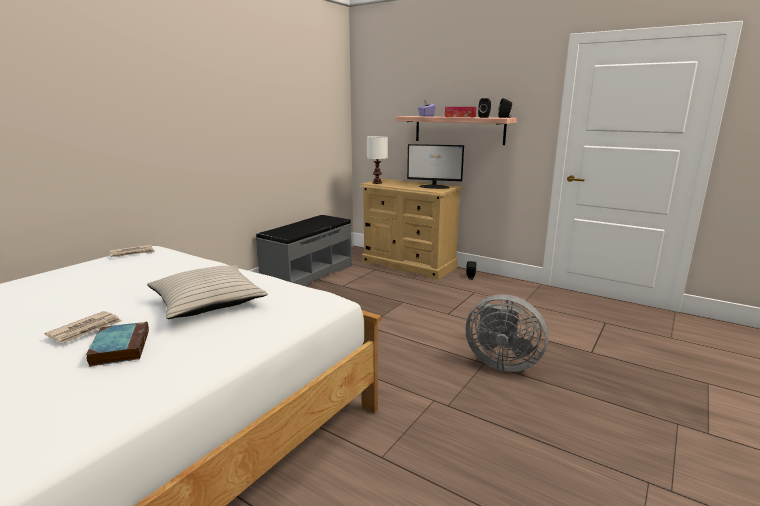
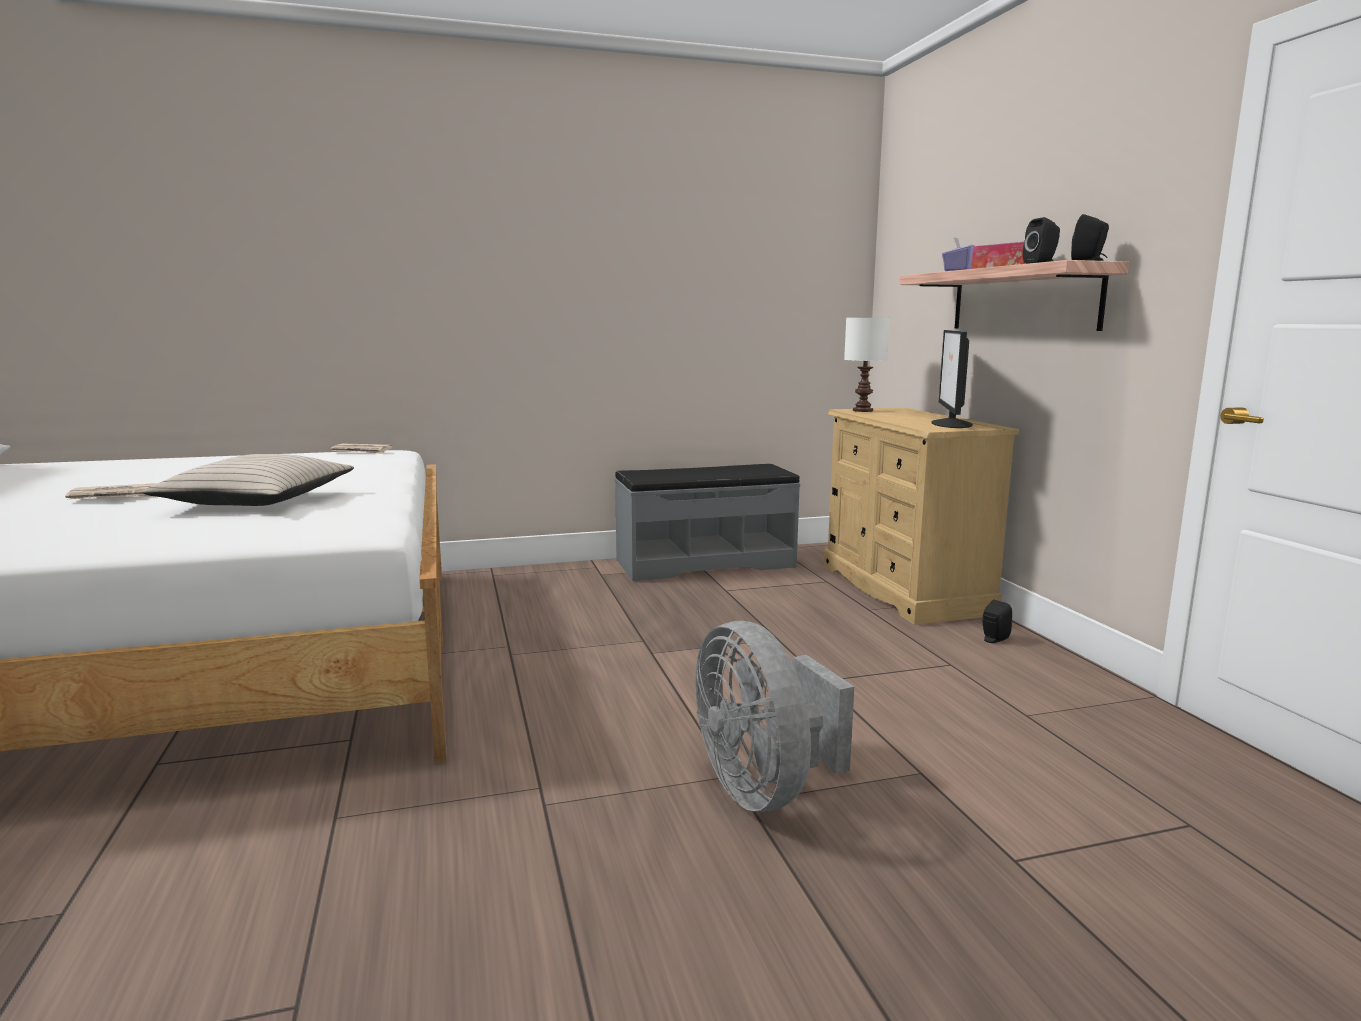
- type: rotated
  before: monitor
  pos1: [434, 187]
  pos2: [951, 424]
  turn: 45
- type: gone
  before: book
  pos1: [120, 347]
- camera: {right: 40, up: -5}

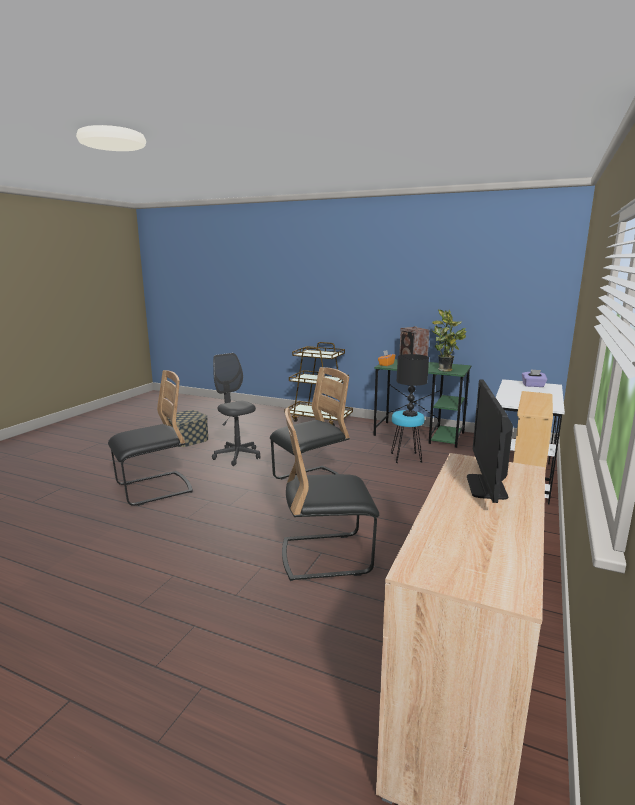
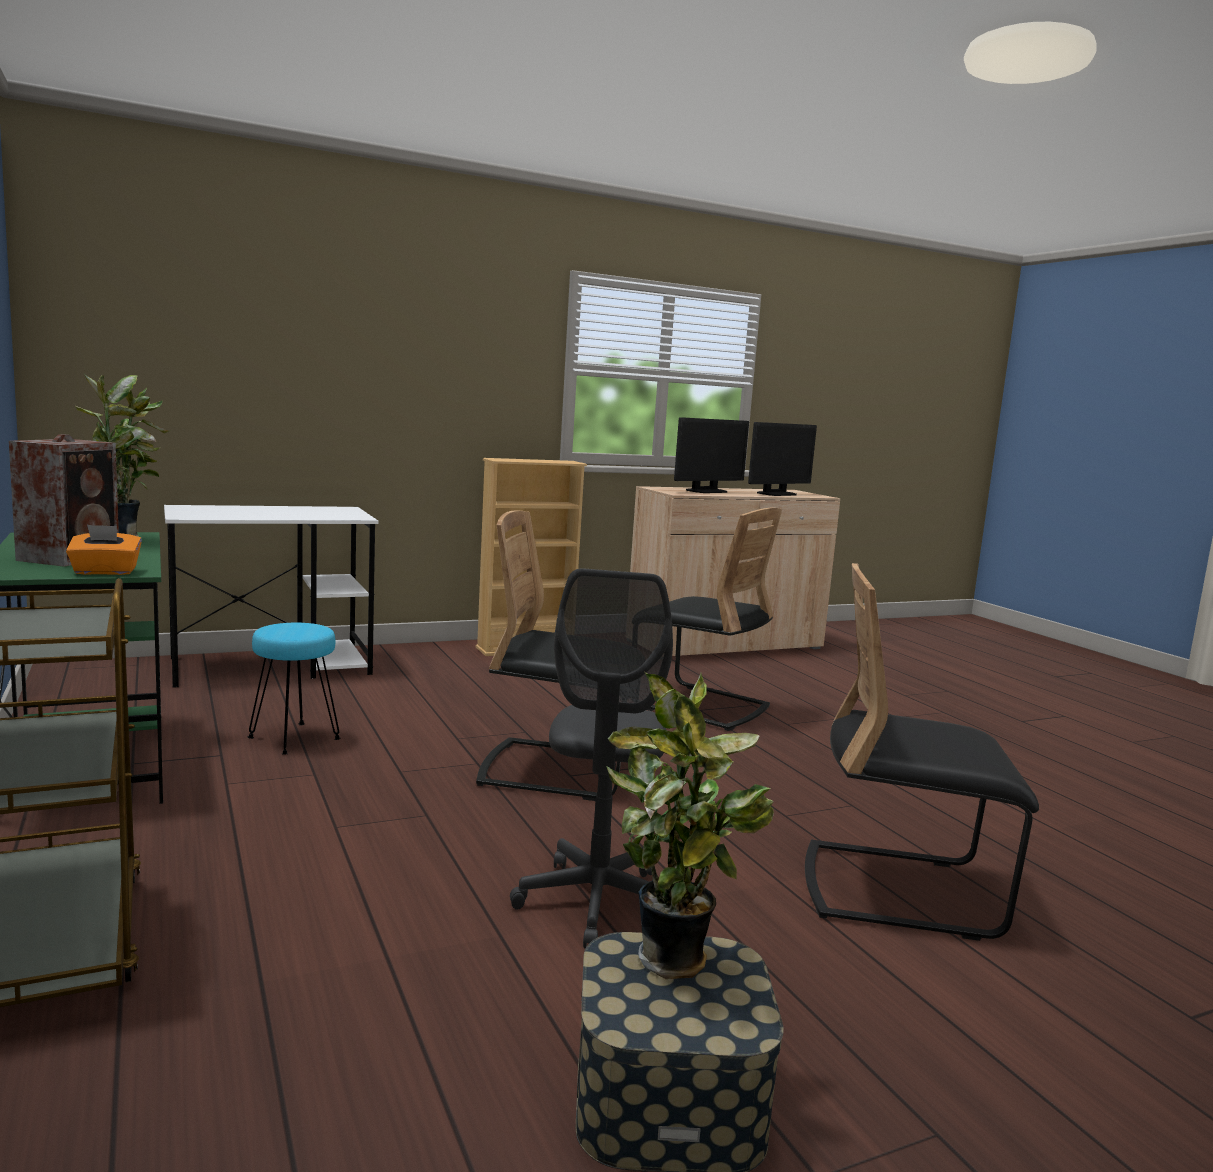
- type: new
  after: potted_plant
  pos2: [676, 965]
- type: new
  after: monitor
  pos2: [776, 494]
- type: gone
  before: black_table_lamp
  pos1: [410, 414]
- type: gone
  before: purple_tissue_box
  pos1: [533, 385]
- camera: {right: -140, up: -5}

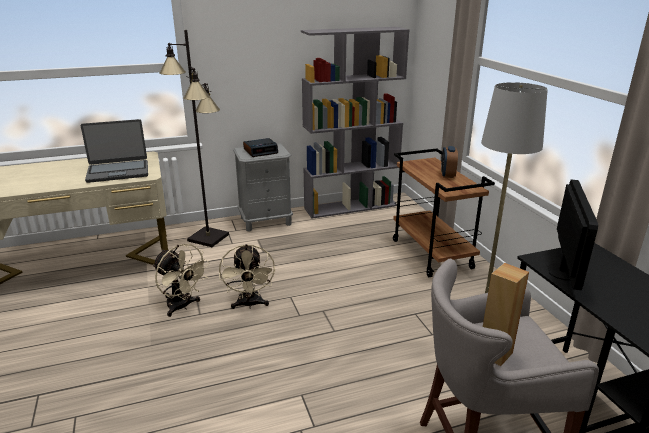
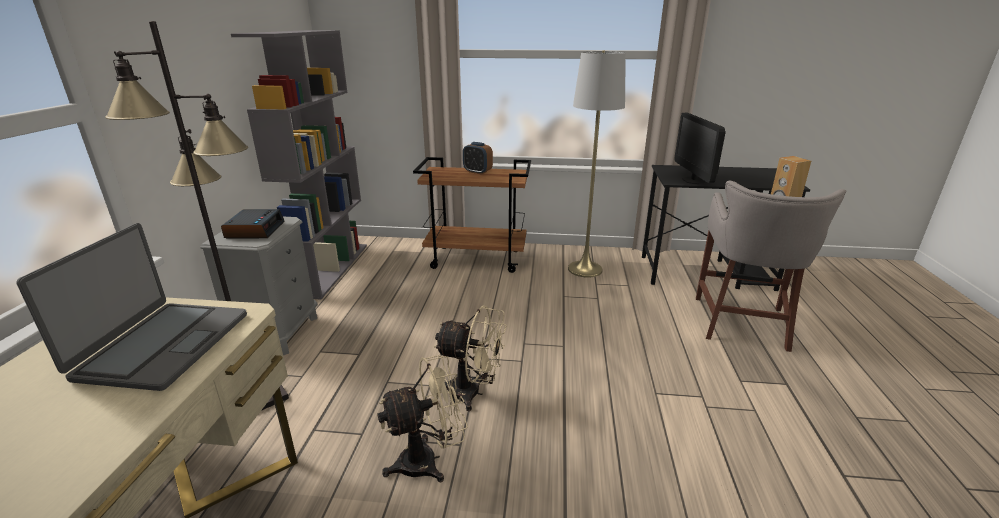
- type: rotated
  before: monitor
  pos1: [562, 271]
  pos2: [693, 180]
  turn: -135
- camera: {right: -65, up: 0}

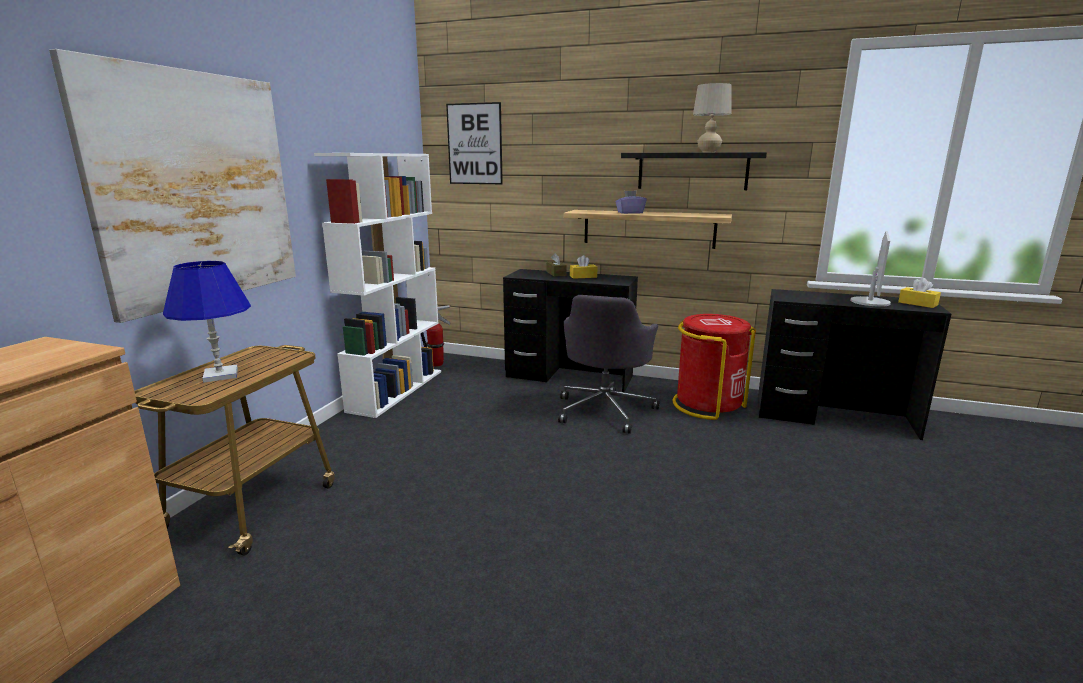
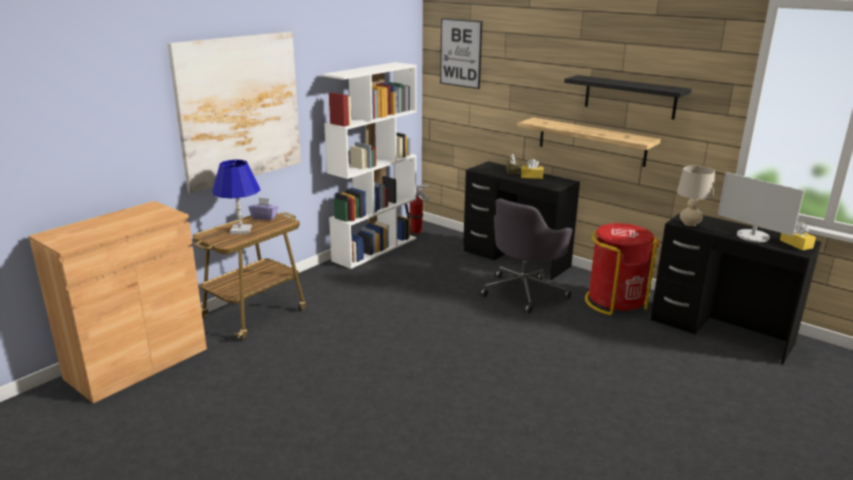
- type: shifted
  before: purple_tissue_box
  pos1: [630, 213]
  pos2: [264, 217]
- type: shifted
  before: beige_table_lamp
  pos1: [708, 152]
  pos2: [689, 224]
- type: rotated
  before: monitor
  pos1: [870, 302]
  pos2: [752, 236]
  turn: 90
- camera: {right: 20, up: 5}

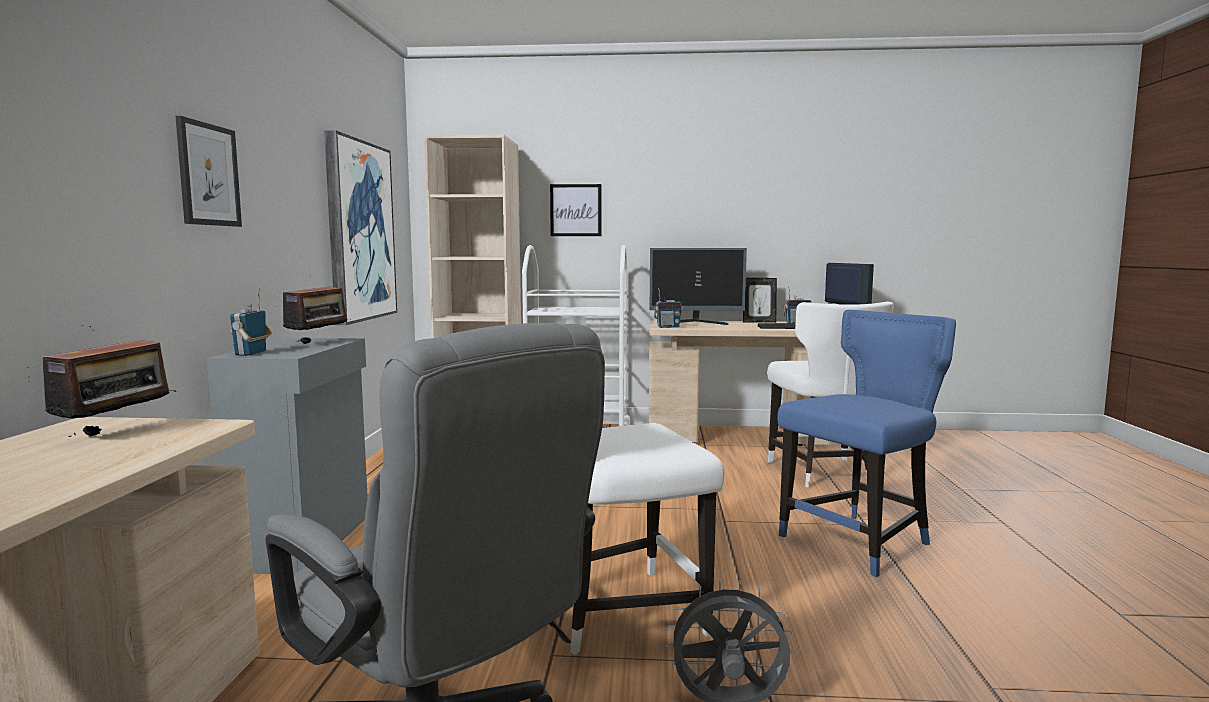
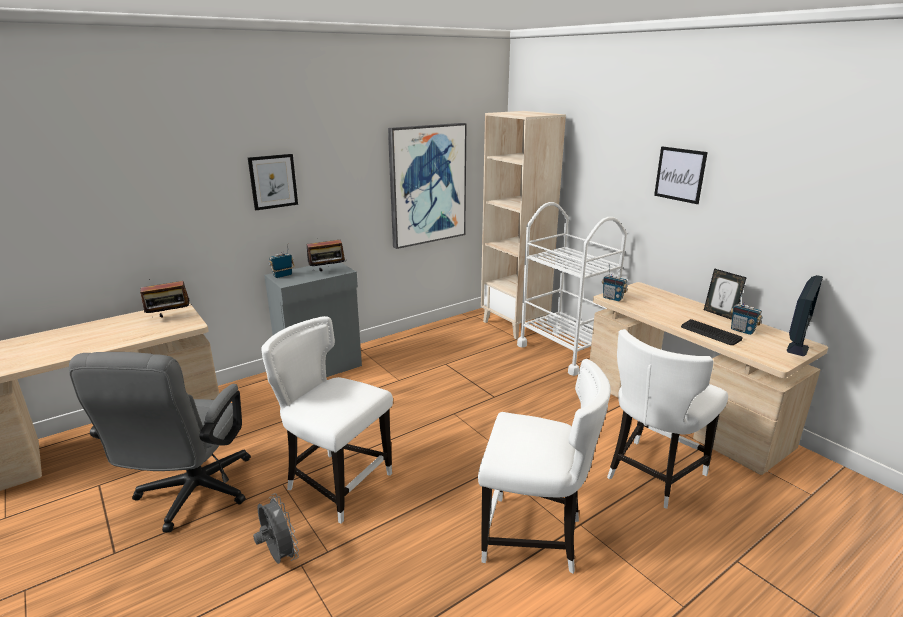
- type: repainted
  before: blue_chair
  after: white_chair
  pos1: [860, 542]
  pos2: [534, 537]
- type: shifted
  before: picture
  pos1: [575, 210]
  pos2: [680, 174]
- type: gone
  before: monitor
  pos1: [696, 323]
- camera: {right: 50, up: 15}

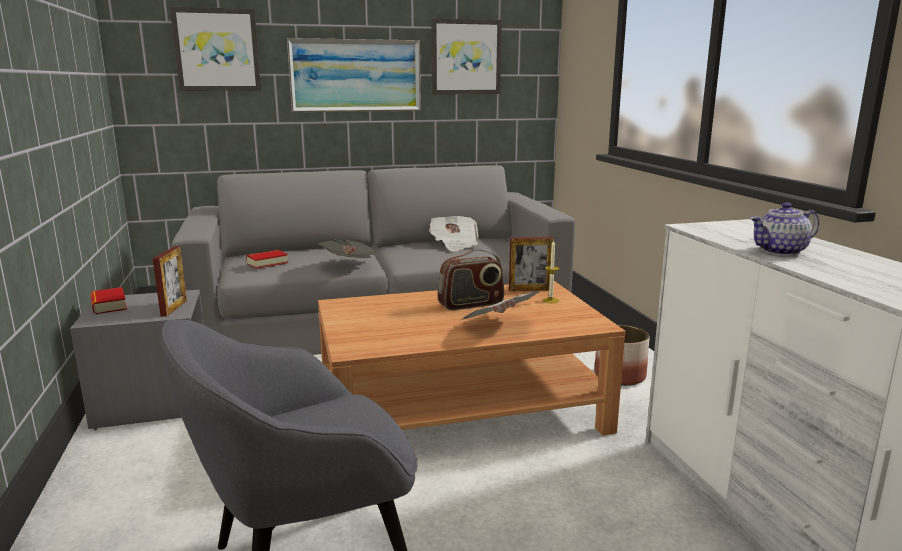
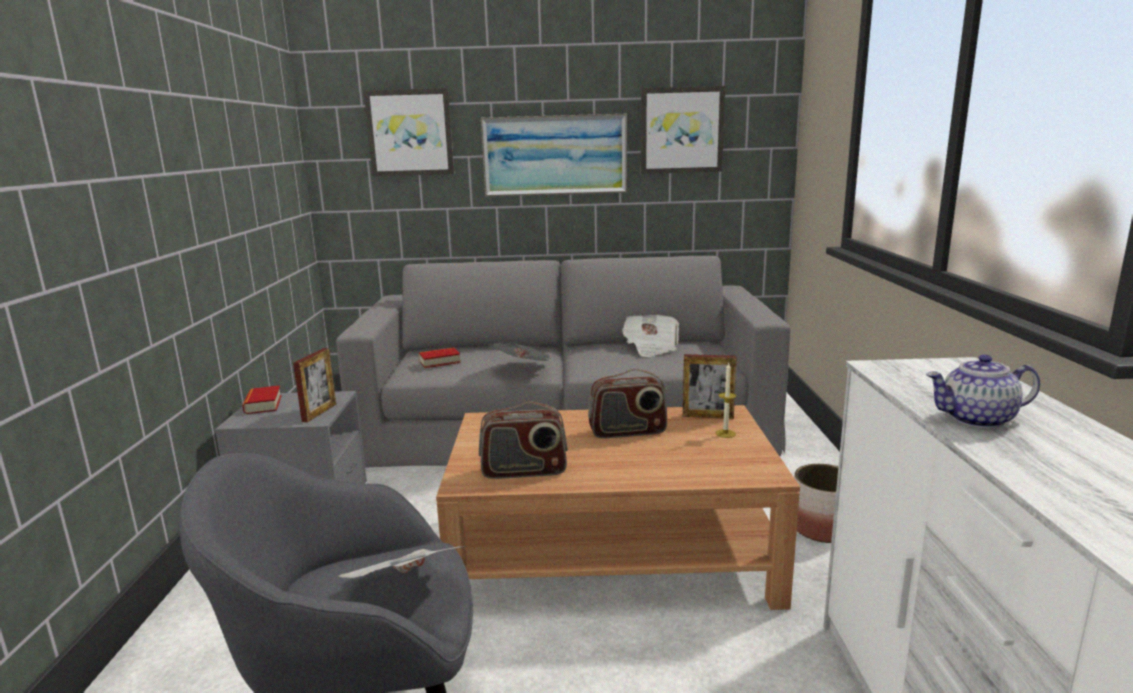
- type: shifted
  before: newspaper
  pos1: [498, 326]
  pos2: [407, 589]
- type: new
  after: radio
  pos2: [524, 471]
- camera: {right: 15, up: 0}

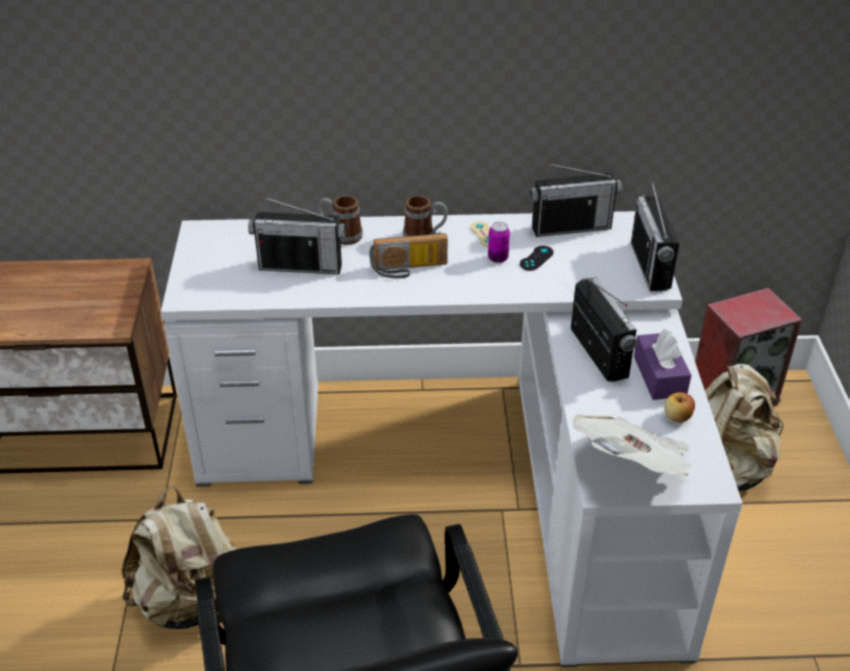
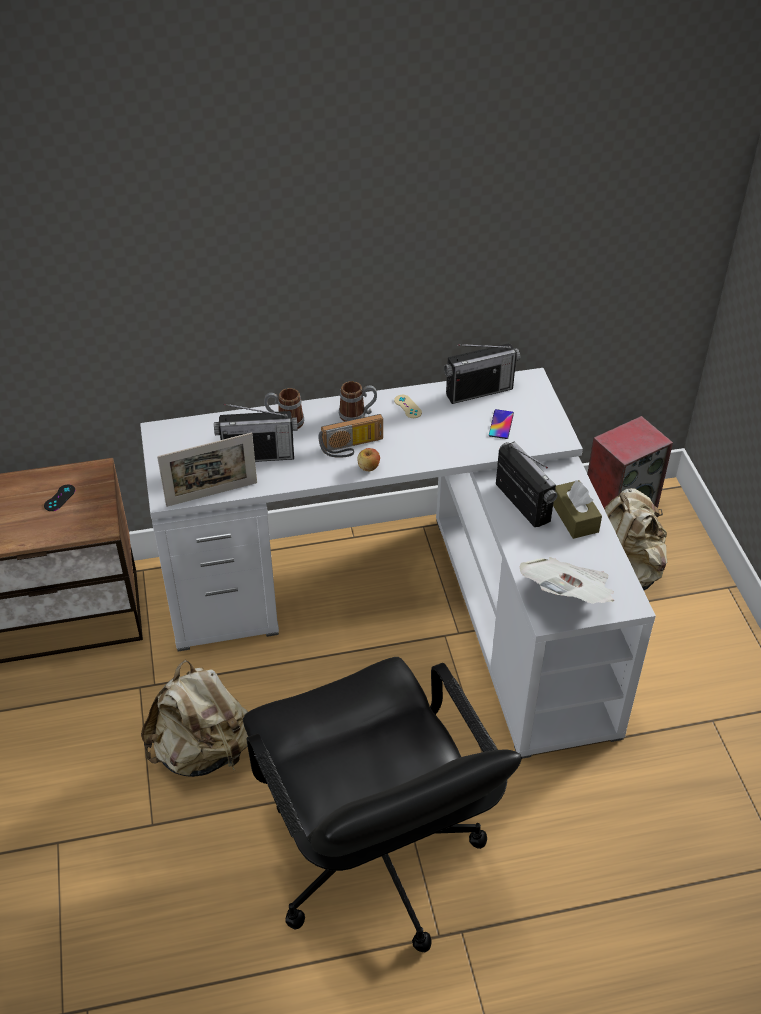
- type: shifted
  before: black_game_controller
  pos1: [536, 258]
  pos2: [59, 498]
- type: new
  after: picture_frame
  pos2: [212, 494]
- type: shifted
  before: apple
  pos1: [677, 417]
  pos2: [368, 467]
- type: new
  after: phone
  pos2: [501, 424]
- type: repainted
  before: purple_tissue_box
  after: brown_tissue_box
  pos1: [659, 376]
  pos2: [574, 517]
- type: gone
  before: can
  pos1: [498, 258]
- type: gone
  before: radio
  pos1: [650, 266]
- camera: {right: -10, up: 5}

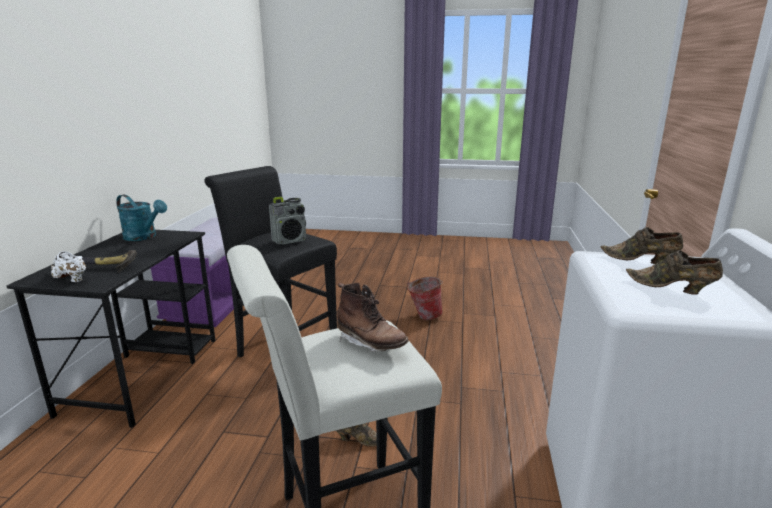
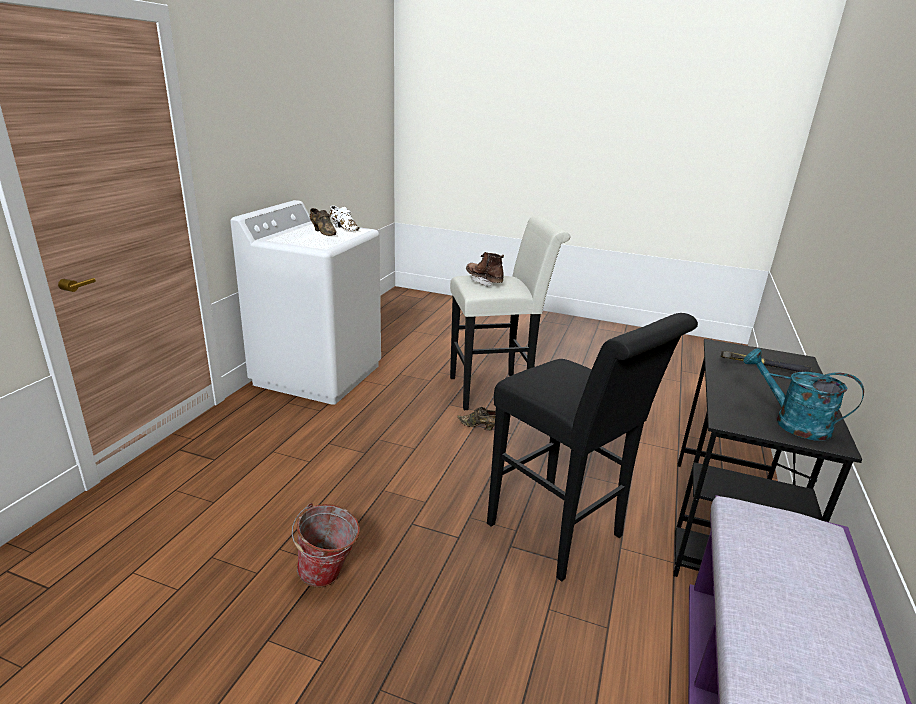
- type: shifted
  before: white_shoe
  pos1: [69, 278]
  pos2: [344, 228]
- type: gone
  before: radio
  pos1: [290, 240]
- type: gone
  before: brown_shoe
  pos1: [641, 261]
- camera: {right: -170, up: 5}

